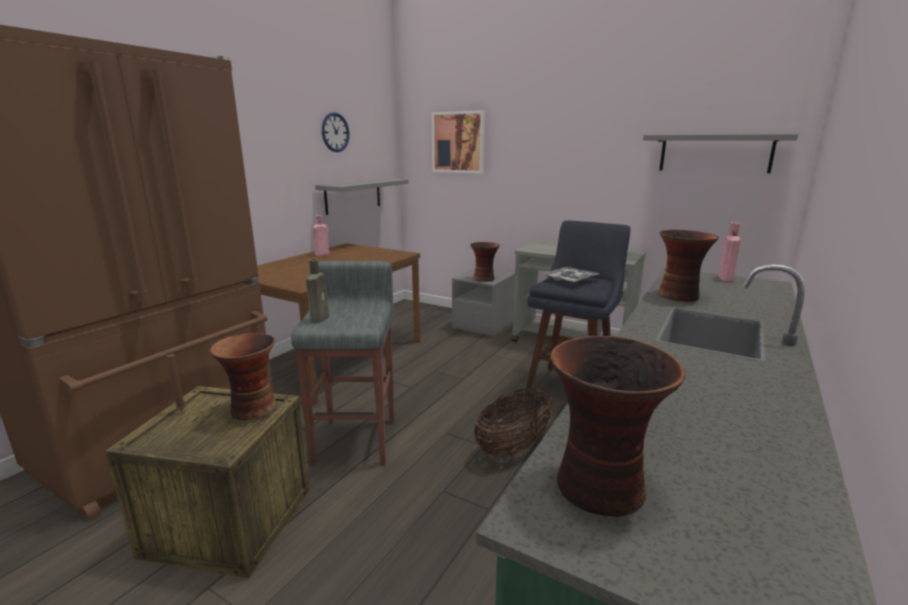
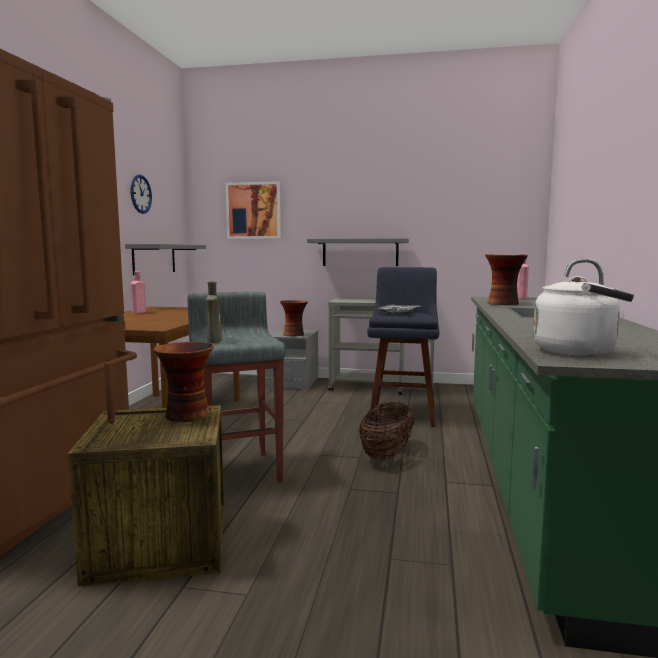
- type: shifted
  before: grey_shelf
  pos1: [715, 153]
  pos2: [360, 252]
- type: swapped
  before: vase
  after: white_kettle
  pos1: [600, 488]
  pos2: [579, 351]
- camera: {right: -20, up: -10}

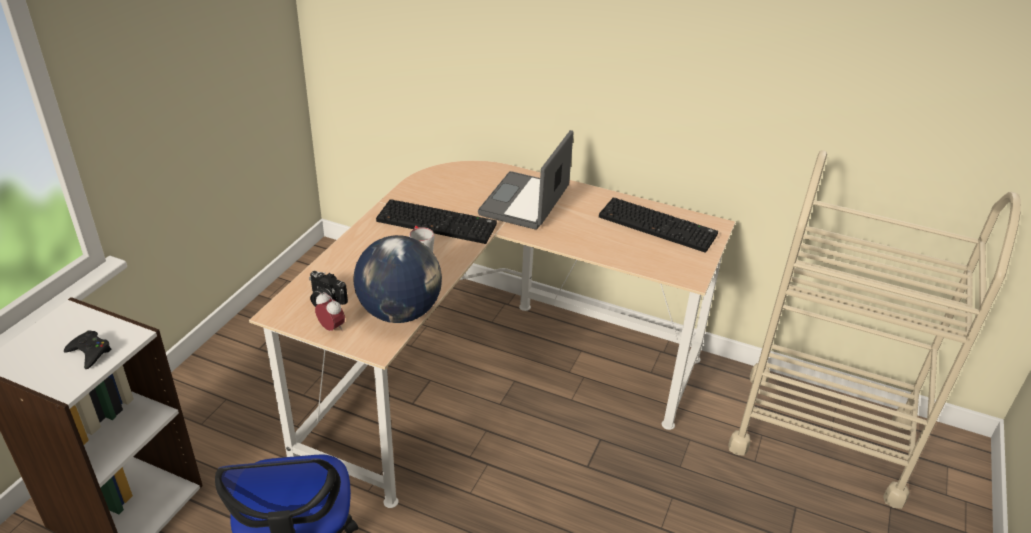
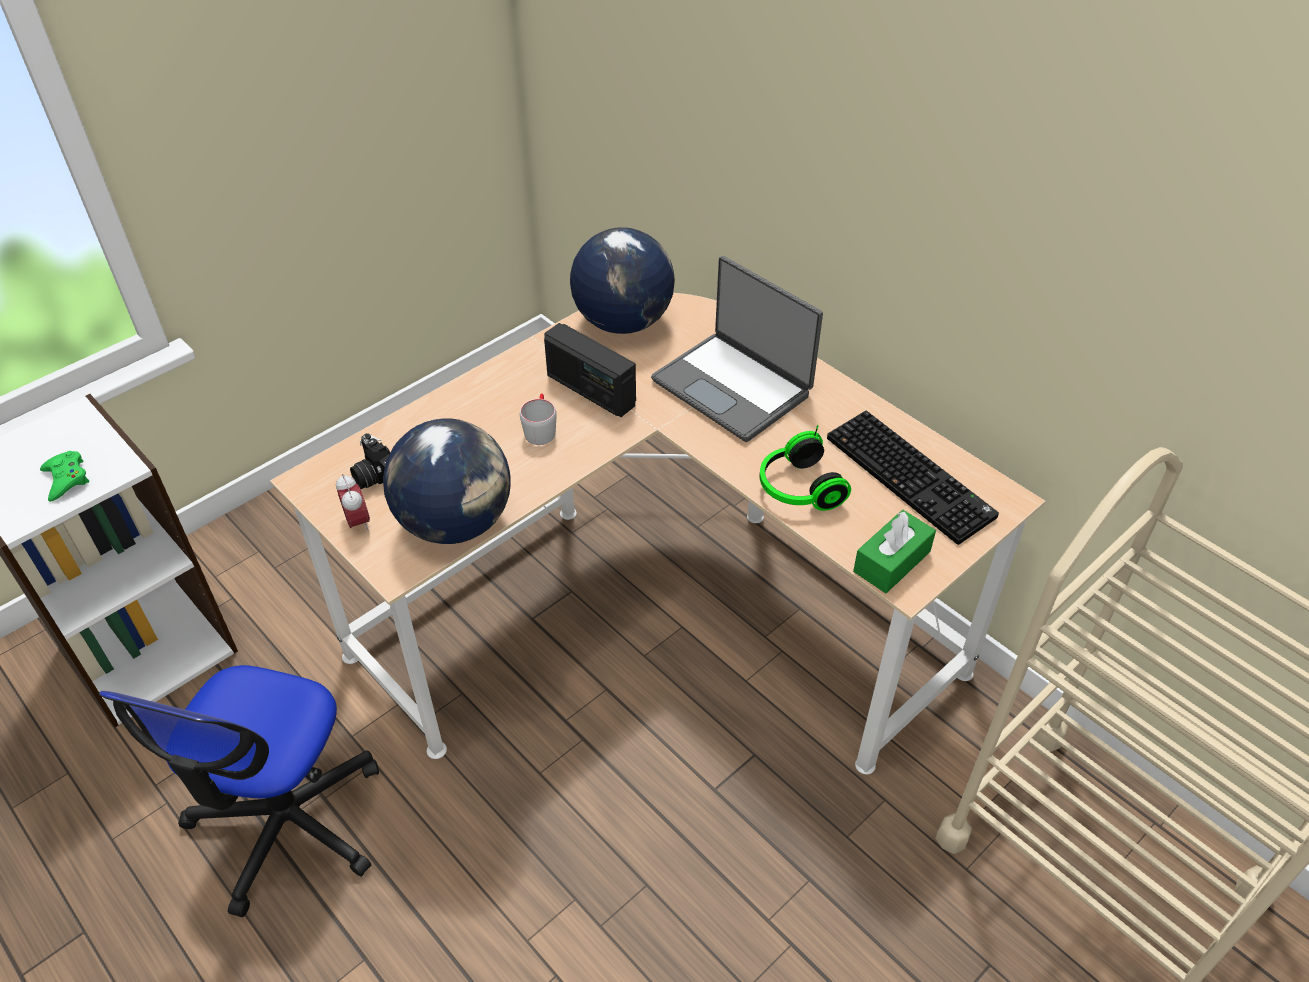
- type: repainted
  before: black_game_controller
  after: green_game_controller
  pos1: [90, 352]
  pos2: [66, 479]
- type: swapped
  before: keyboard
  after: radio
  pos1: [438, 222]
  pos2: [590, 390]
- type: new
  after: globe
  pos2: [622, 322]
- type: rotated
  before: laptop
  pos1: [526, 202]
  pos2: [733, 387]
  turn: -90
- type: new
  after: headphones
  pos2: [797, 488]
- type: new
  after: green_tissue_box
  pos2: [892, 561]
- camera: {right: 25, up: 10}

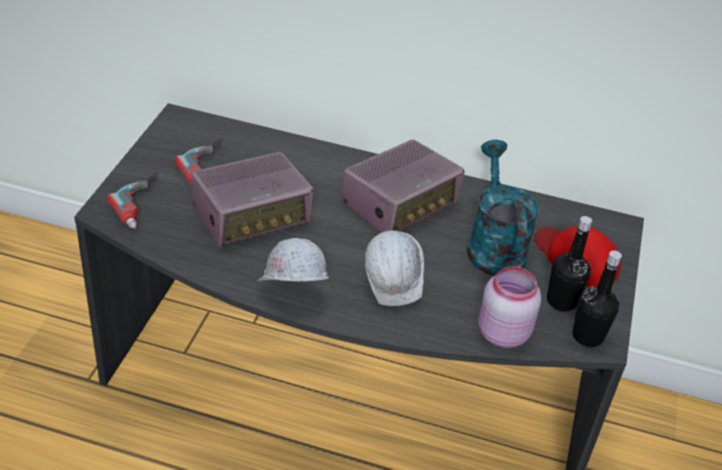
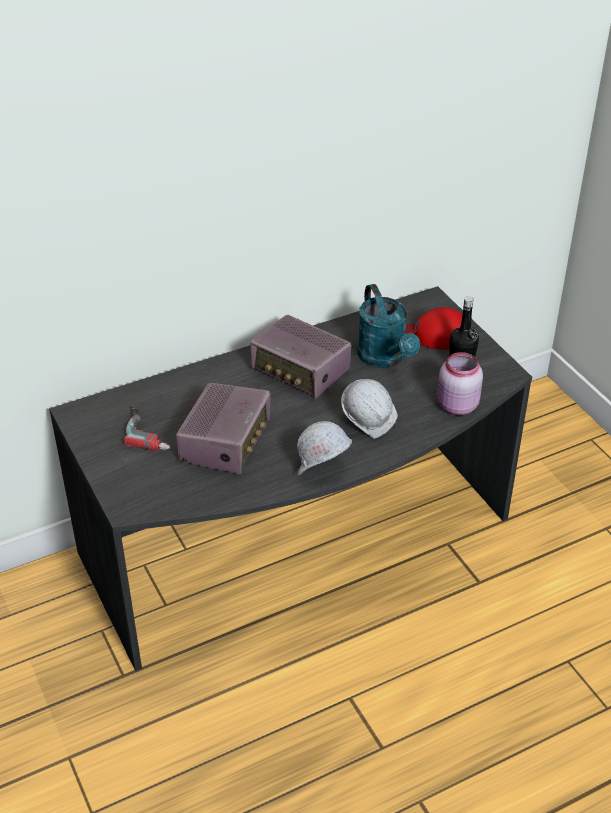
- type: rotated
  before: radio
  pos1: [400, 204]
  pos2: [301, 371]
  turn: 120
- type: rotated
  before: turquoise_watering_can
  pos1: [493, 245]
  pos2: [385, 359]
  turn: -150
- type: gone
  before: power_drill
  pos1: [144, 204]
- type: gone
  before: black_bottle
  pos1: [587, 336]
- camera: {right: -40, up: 0}

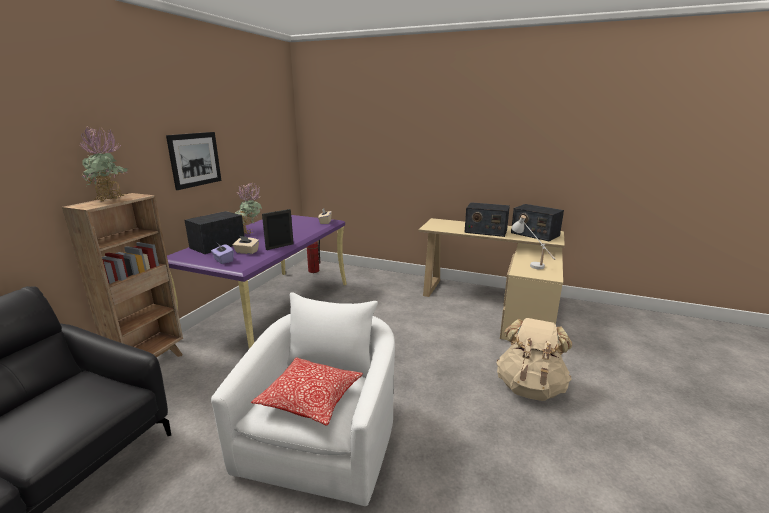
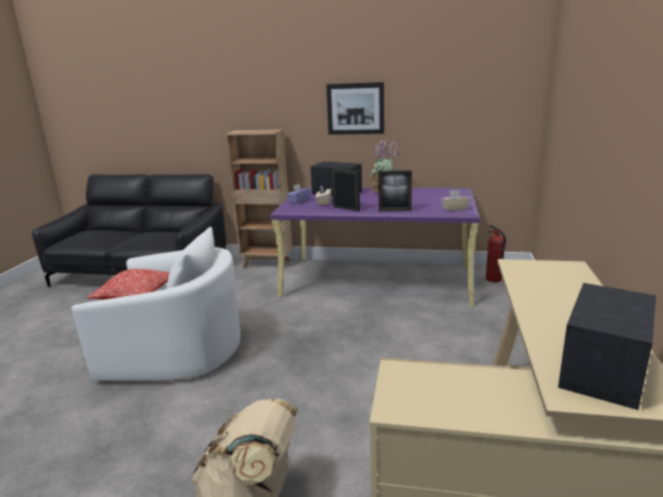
- type: new
  after: picture_frame
  pos2: [395, 210]
- type: gone
  before: potted_plant
  pos1: [112, 201]
- type: gone
  before: radio
  pos1: [485, 231]
- type: gone
  before: white_table_lamp
  pos1: [530, 263]
- camera: {right: 80, up: 0}

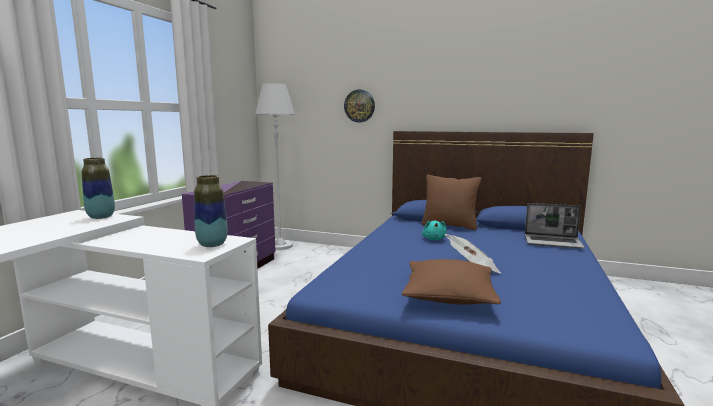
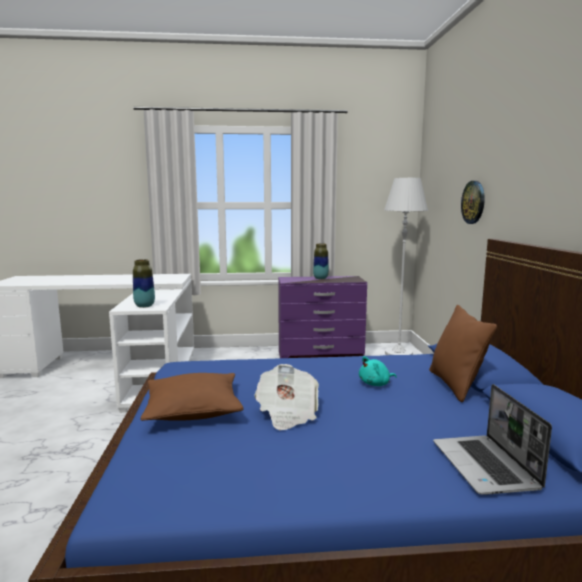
- type: shifted
  before: vase
  pos1: [101, 217]
  pos2: [320, 278]
- camera: {right: 65, up: 0}

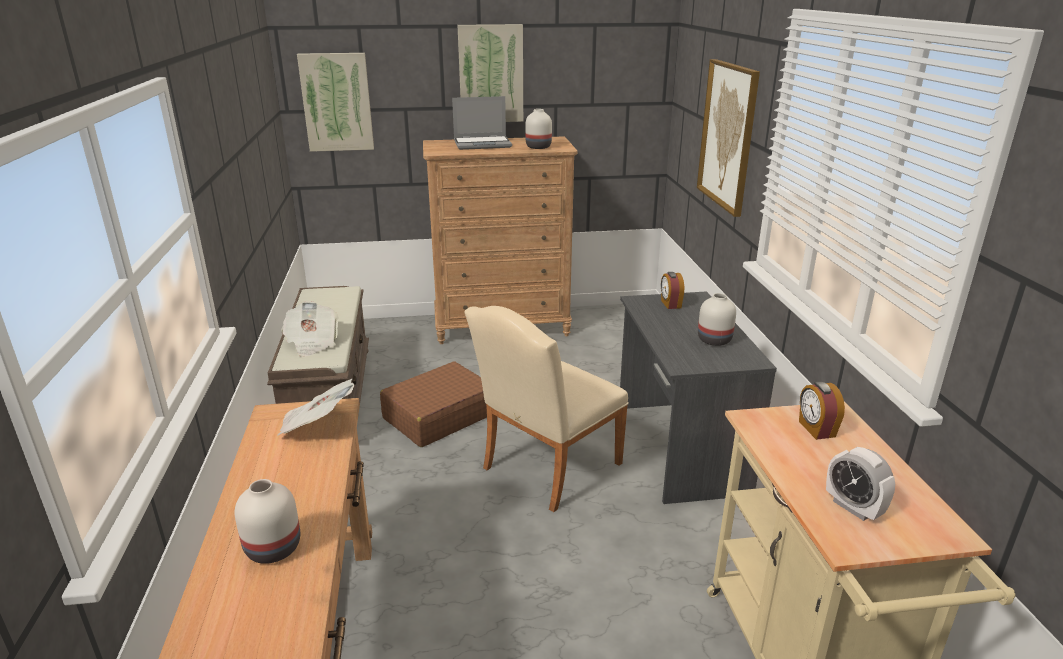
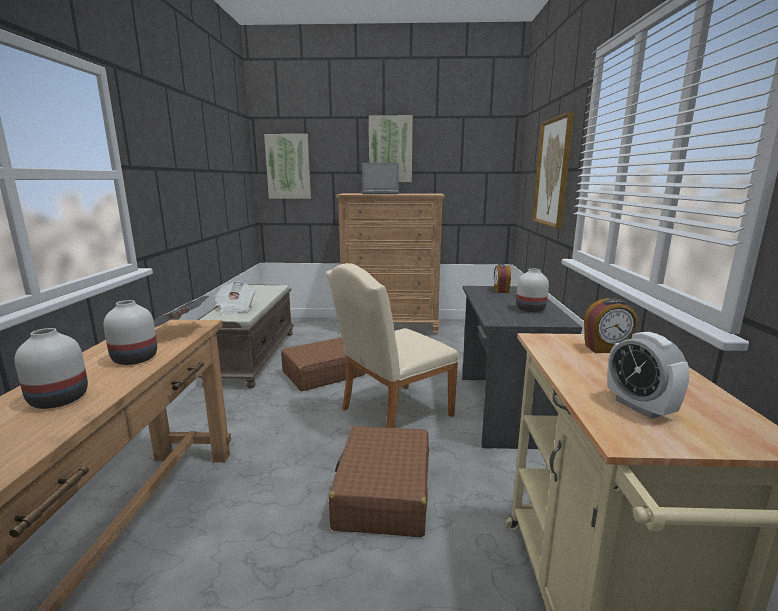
- type: shifted
  before: white_vase
  pos1: [539, 147]
  pos2: [136, 359]
- type: new
  after: brown_suitcase
  pos2: [383, 493]
- type: rotated
  before: alarm_clock
  pos1: [816, 429]
  pos2: [606, 349]
  turn: -90
- camera: {right: 10, up: -10}

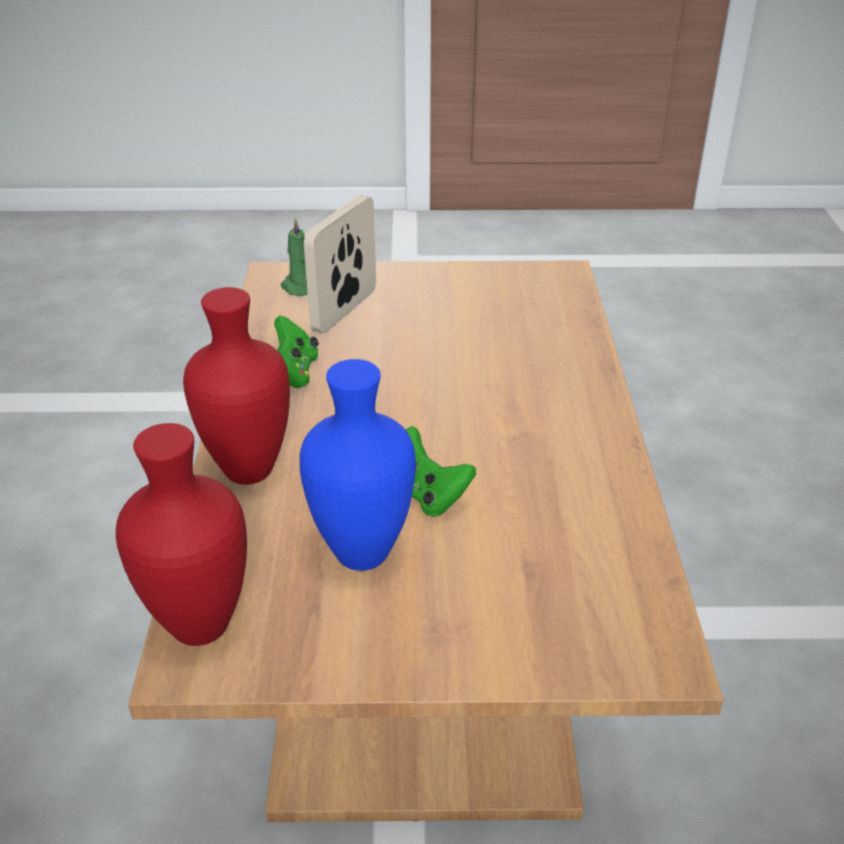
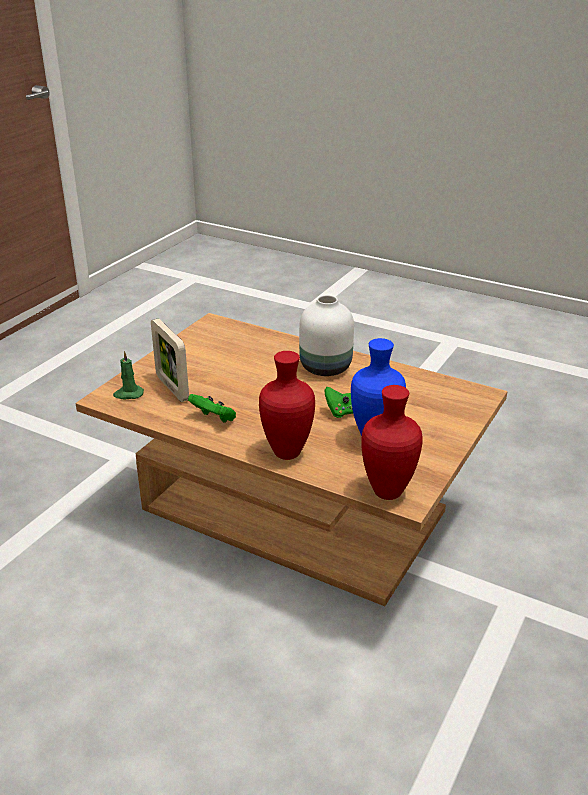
- type: new
  after: white_vase
  pos2: [324, 368]
- camera: {right: -60, up: -5}

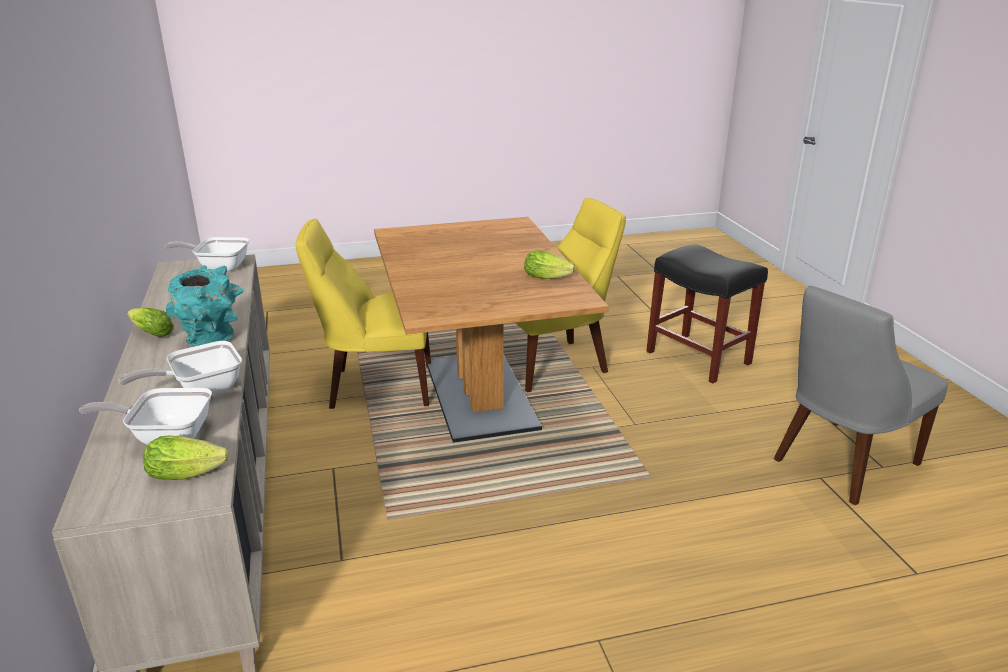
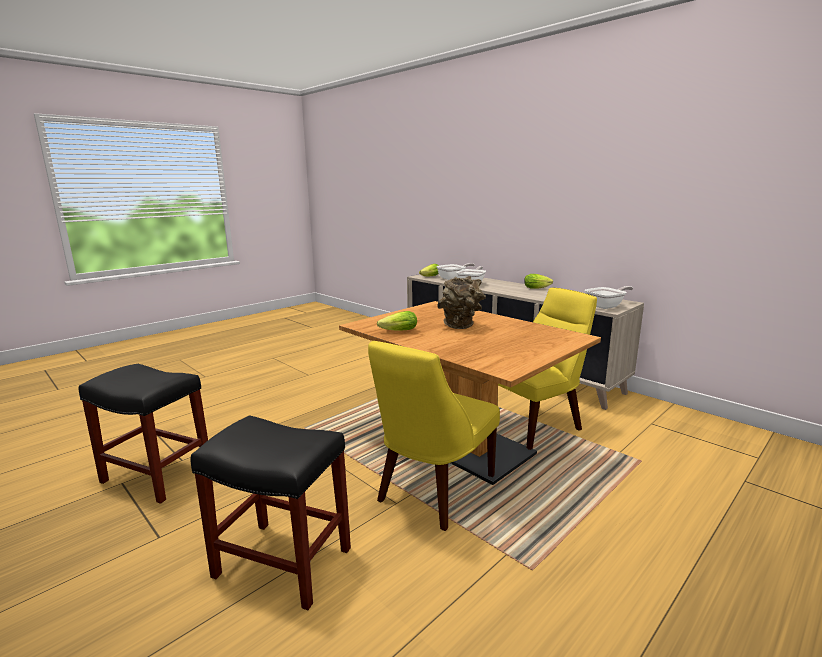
- type: swapped
  before: grey_chair
  after: black_stool
  pos1: [840, 463]
  pos2: [158, 475]
- type: new
  after: brown_vase
  pos2: [461, 326]
- type: gone
  before: turquoise_vase
  pos1: [213, 341]
- camera: {right: 150, up: -10}

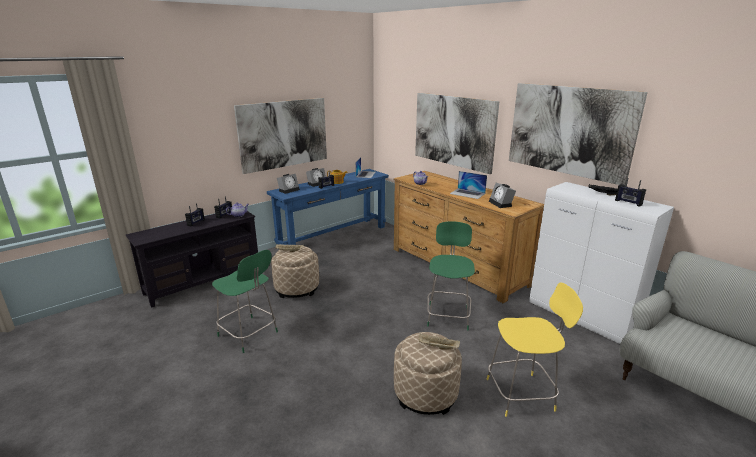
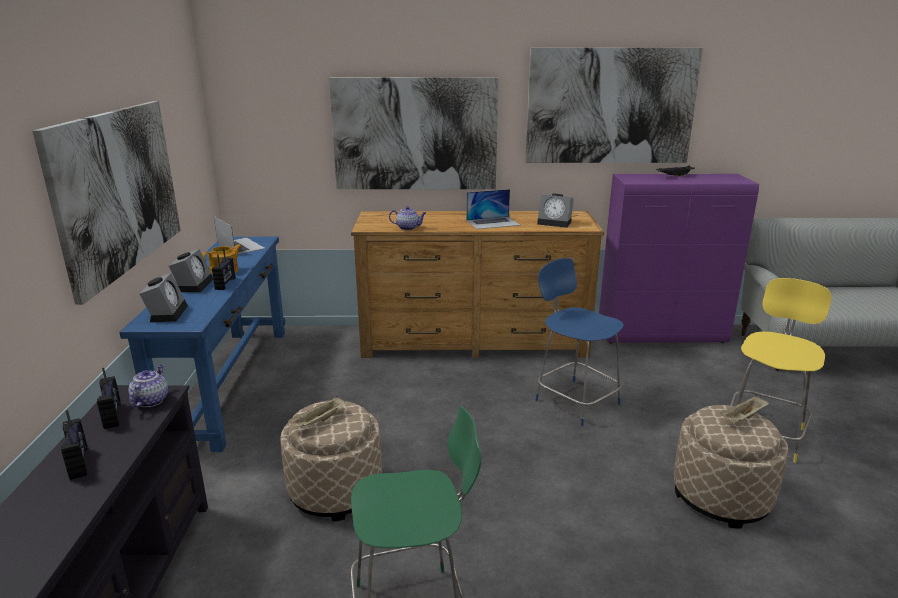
- type: repainted
  before: green_stool
  after: blue_stool
  pos1: [448, 315]
  pos2: [575, 401]
- type: repainted
  before: white_cabinet
  after: purple_cabinet
  pos1: [581, 318]
  pos2: [662, 335]
- type: gone
  before: radio
  pos1: [628, 202]
- camera: {right: -50, up: 0}

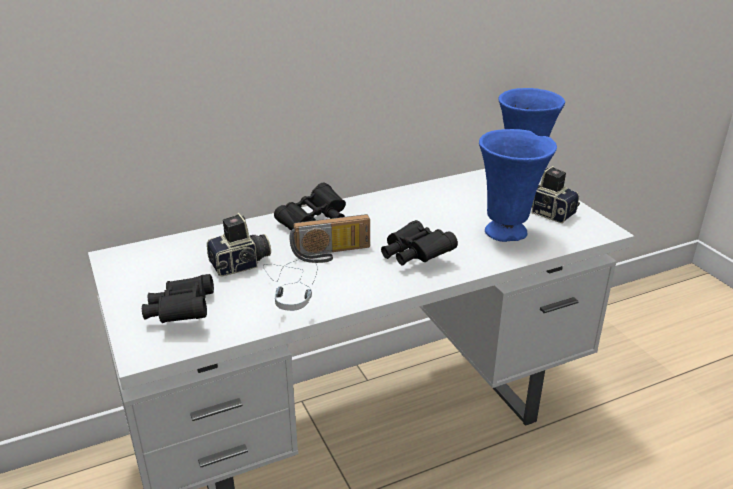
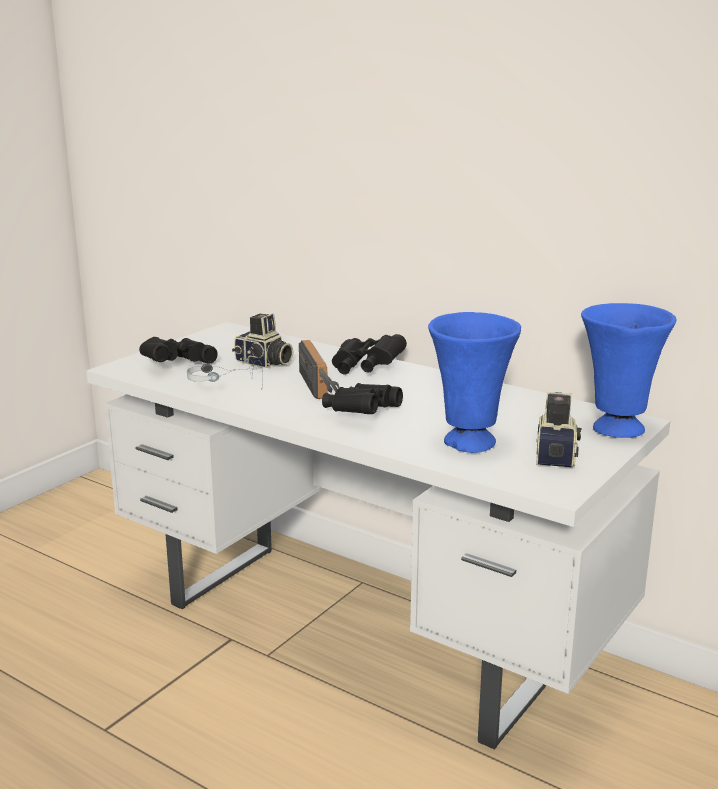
- type: rotated
  before: radio
  pos1: [331, 254]
  pos2: [321, 385]
  turn: -150
- camera: {right: 60, up: -10}

